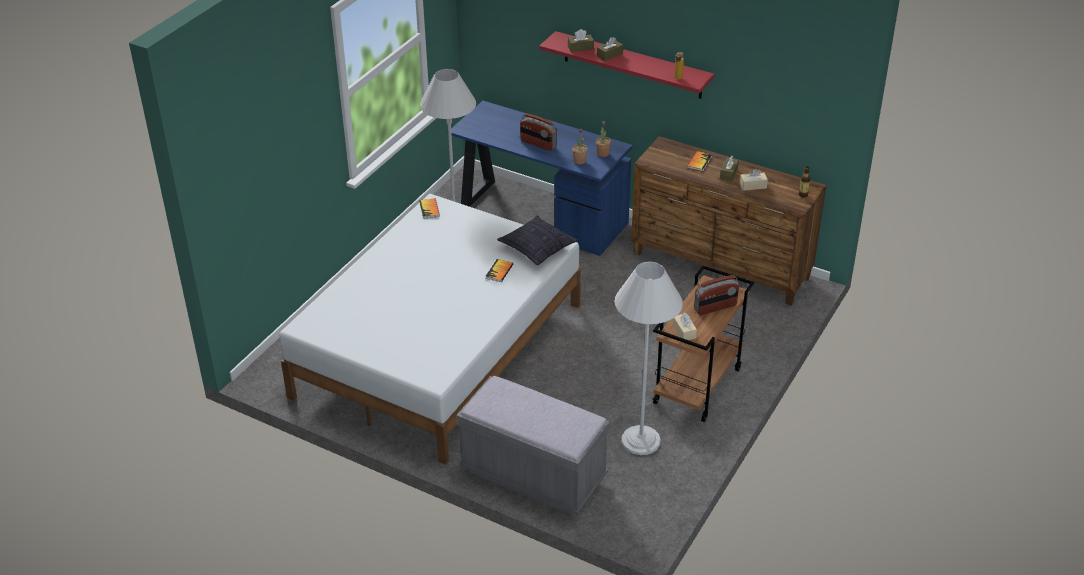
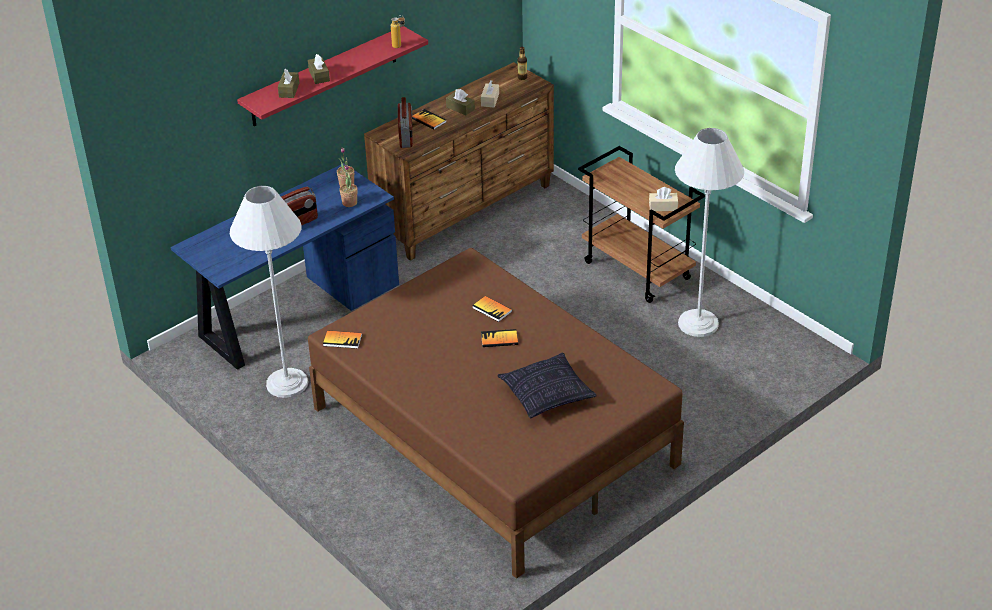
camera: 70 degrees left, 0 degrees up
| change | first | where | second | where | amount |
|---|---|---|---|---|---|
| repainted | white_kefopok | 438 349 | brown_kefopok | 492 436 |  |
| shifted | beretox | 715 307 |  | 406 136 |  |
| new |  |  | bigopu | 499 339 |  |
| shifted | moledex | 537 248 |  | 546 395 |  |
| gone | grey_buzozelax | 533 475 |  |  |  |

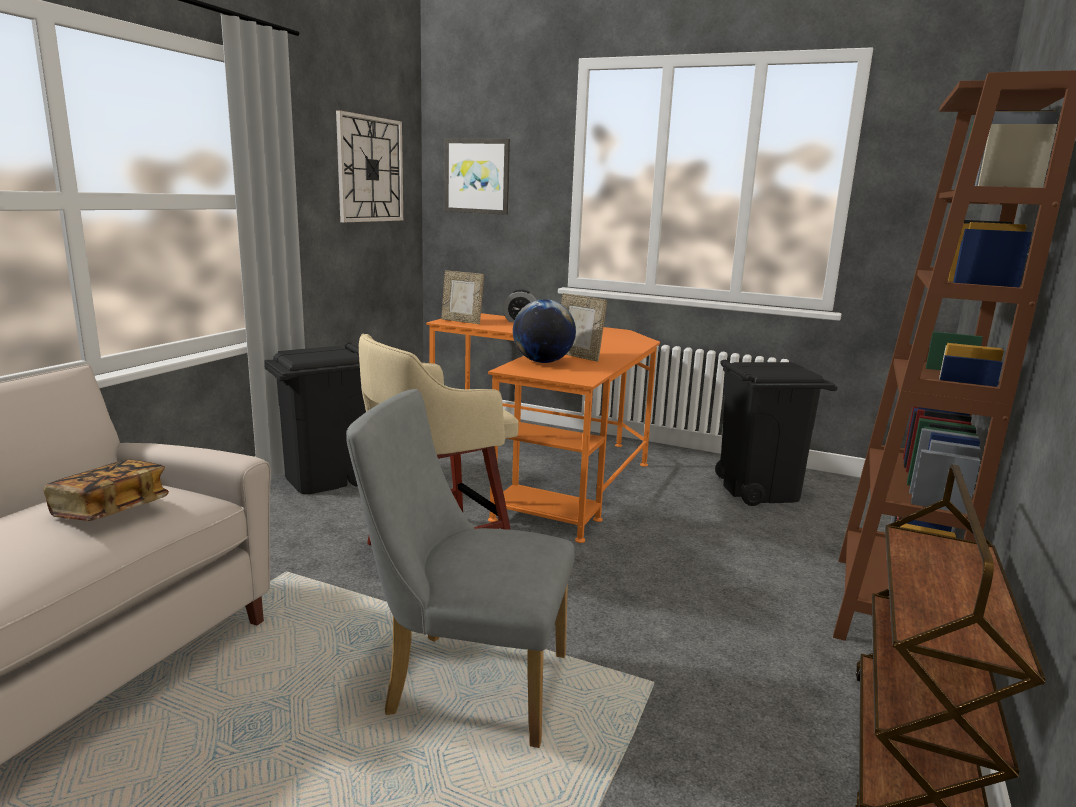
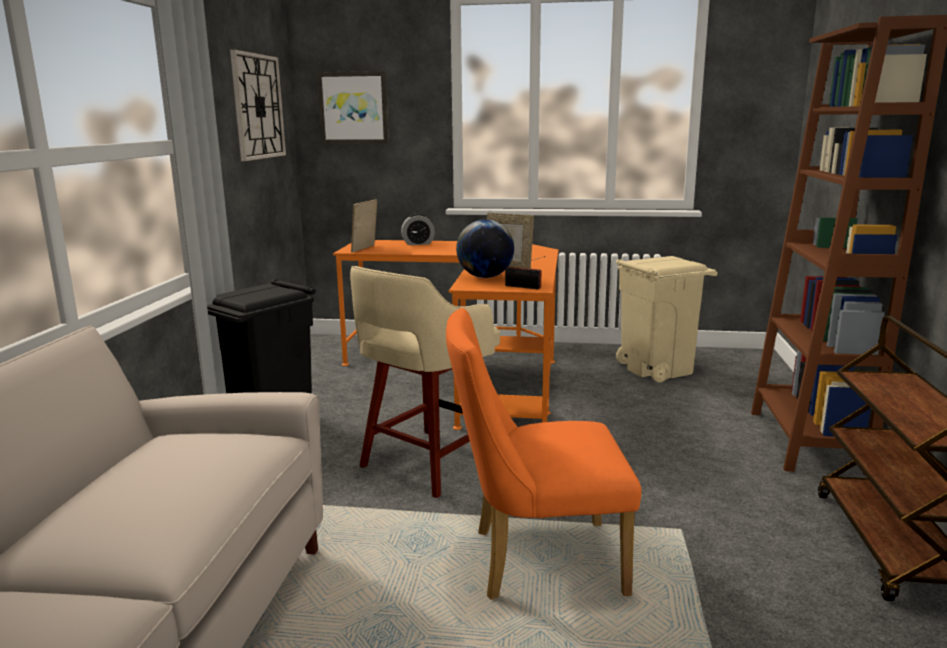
camera: 15 degrees left, 0 degrees up
| change | first | where | second | where | amount |
|---|---|---|---|---|---|
| rotated | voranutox | 462 321 |  | 365 249 | 105 degrees clockwise |
| repainted | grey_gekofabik | 465 682 | orange_gekofabik | 535 561 |  |
| new |  |  | beretox | 524 287 |  |
| repainted | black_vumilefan | 759 490 | beige_vumilefan | 657 369 |  |
| gone | bigopu | 111 510 |  |  |  |

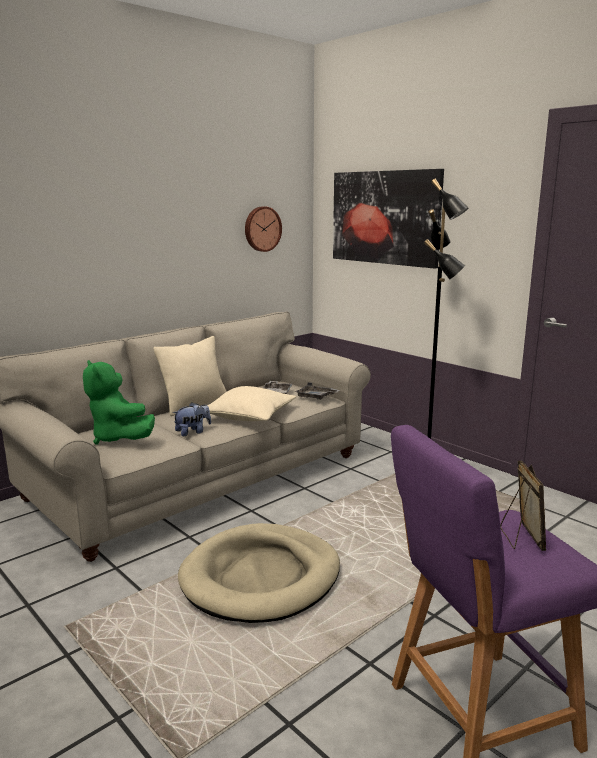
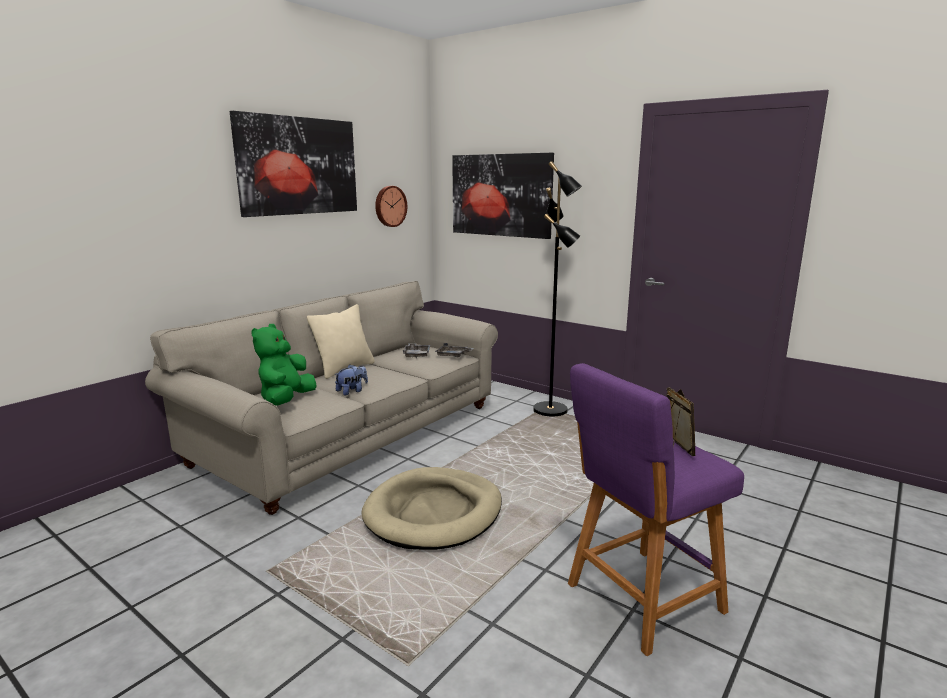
camera: 10 degrees left, 0 degrees up
| change | first | where | second | where | amount |
|---|---|---|---|---|---|
| new |  |  | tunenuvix | 298 166 |  |
| rotated | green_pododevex | 119 438 |  | 286 400 | 60 degrees clockwise |
| gone | beige_moledex | 250 416 |  |  |  |

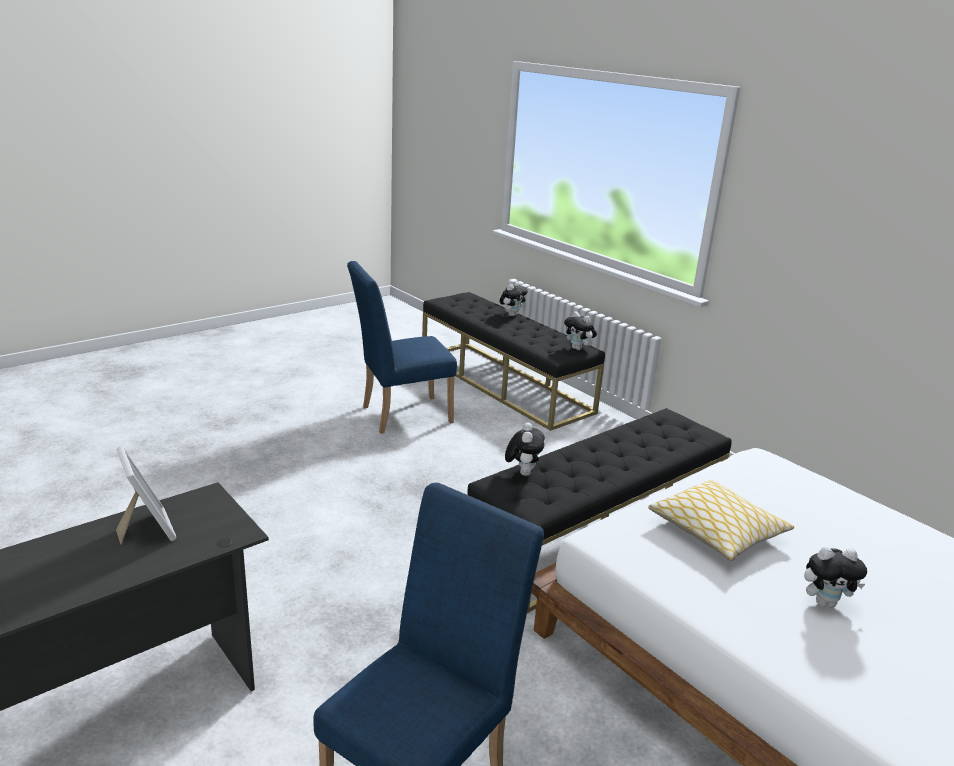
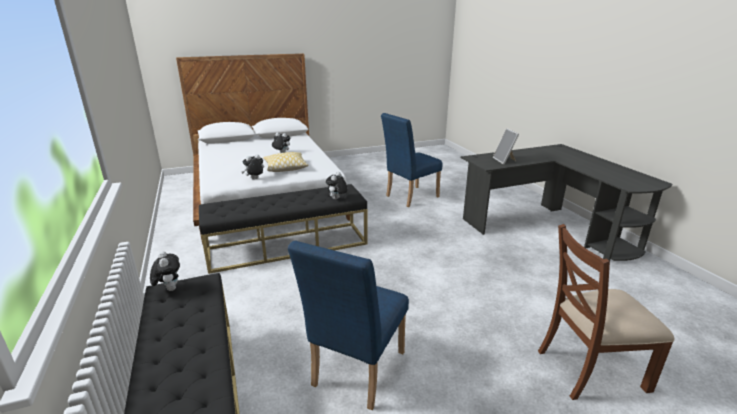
camera: 160 degrees left, 0 degrees up
| change | first | where | second | where | amount |
|---|---|---|---|---|---|
| shifted | pododevex | 512 314 |  | 254 179 |  |
| rotated | blue_gekofabik | 399 415 |  | 355 373 | 120 degrees clockwise |
| new |  |  | brown_gekofabik | 590 369 |  |

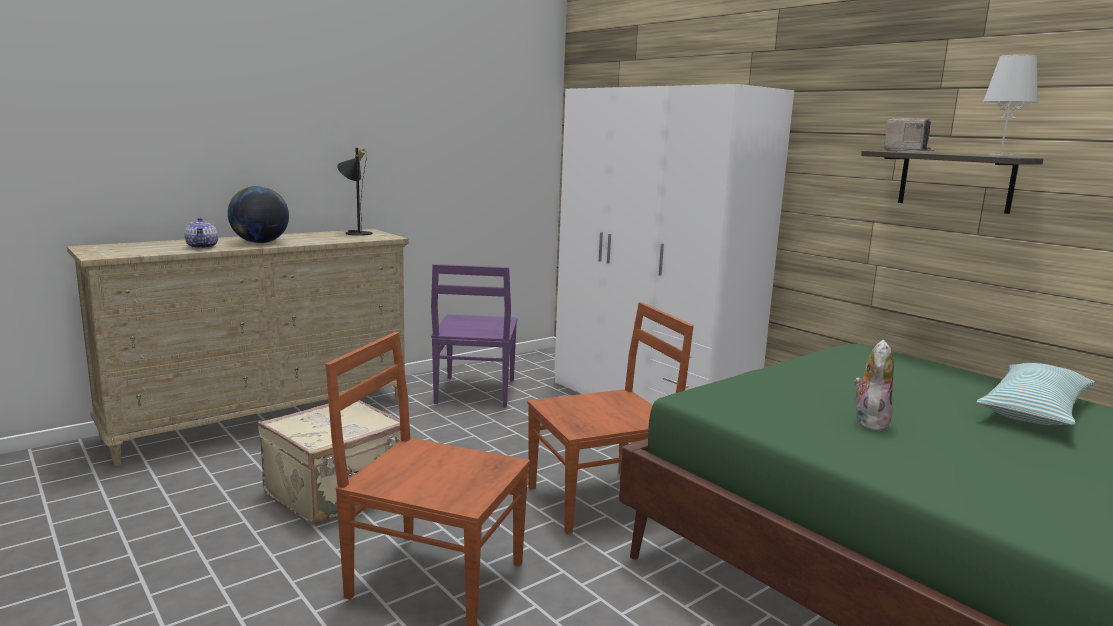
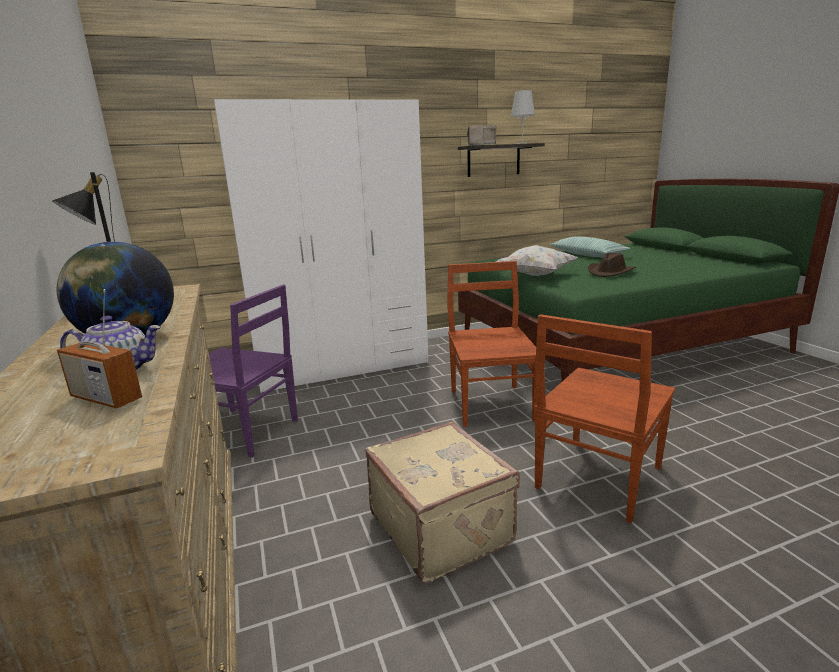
camera: 70 degrees left, 5 degrees up
| change | first | where | second | where | amount |
|---|---|---|---|---|---|
| new |  |  | beretox | 106 398 |  |
| new |  |  | white_moledex | 534 275 |  |
| swapped | pododevex | 869 422 | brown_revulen | 610 272 |  |

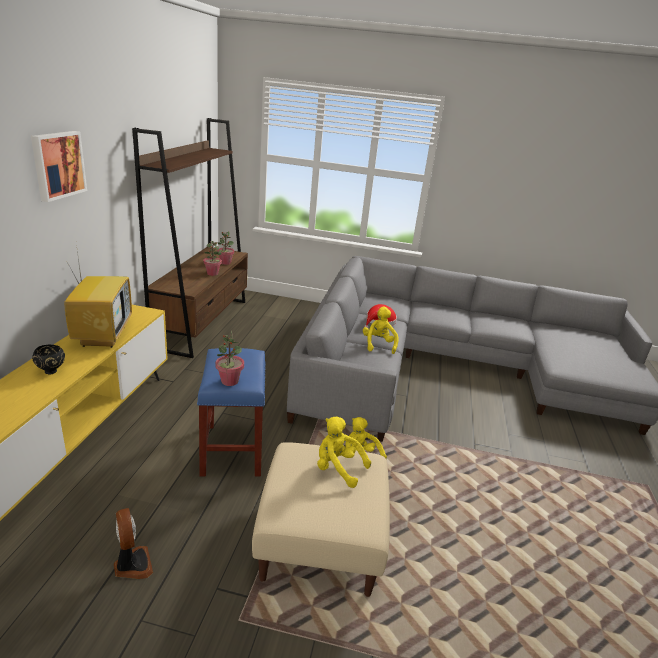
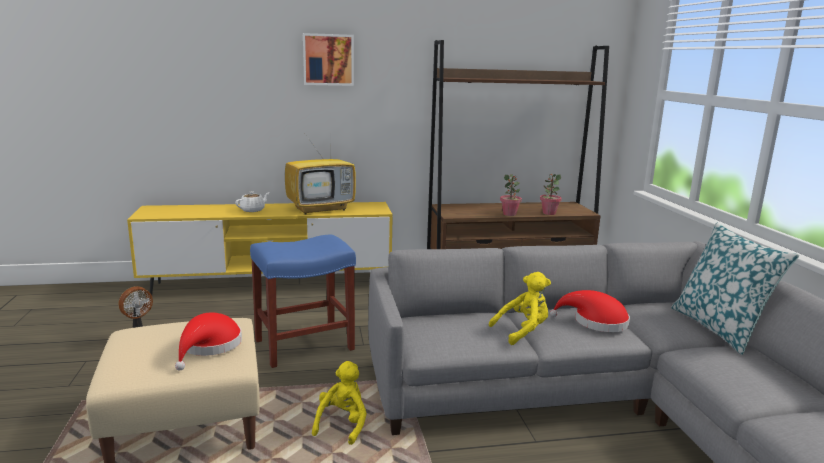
camera: 70 degrees right, 10 degrees down
| change | first | where | second | where | amount |
|---|---|---|---|---|---|
| swapped | yellow_pododevex | 338 468 | red_revulen | 209 346 |  |
| swapped | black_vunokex | 52 371 | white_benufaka | 253 210 |  |
| new |  |  | moledex | 719 329 |  |
| gone | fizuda | 229 381 |  |  |  |

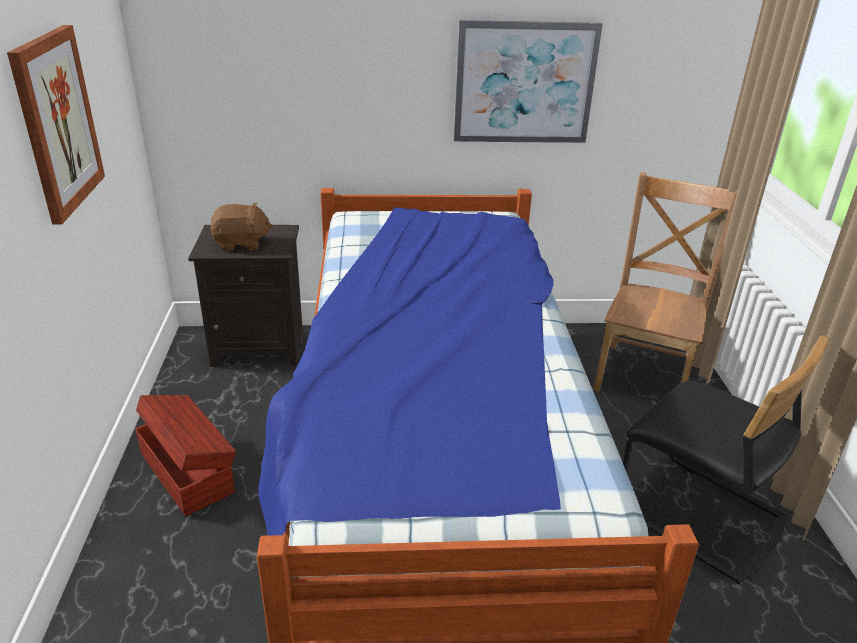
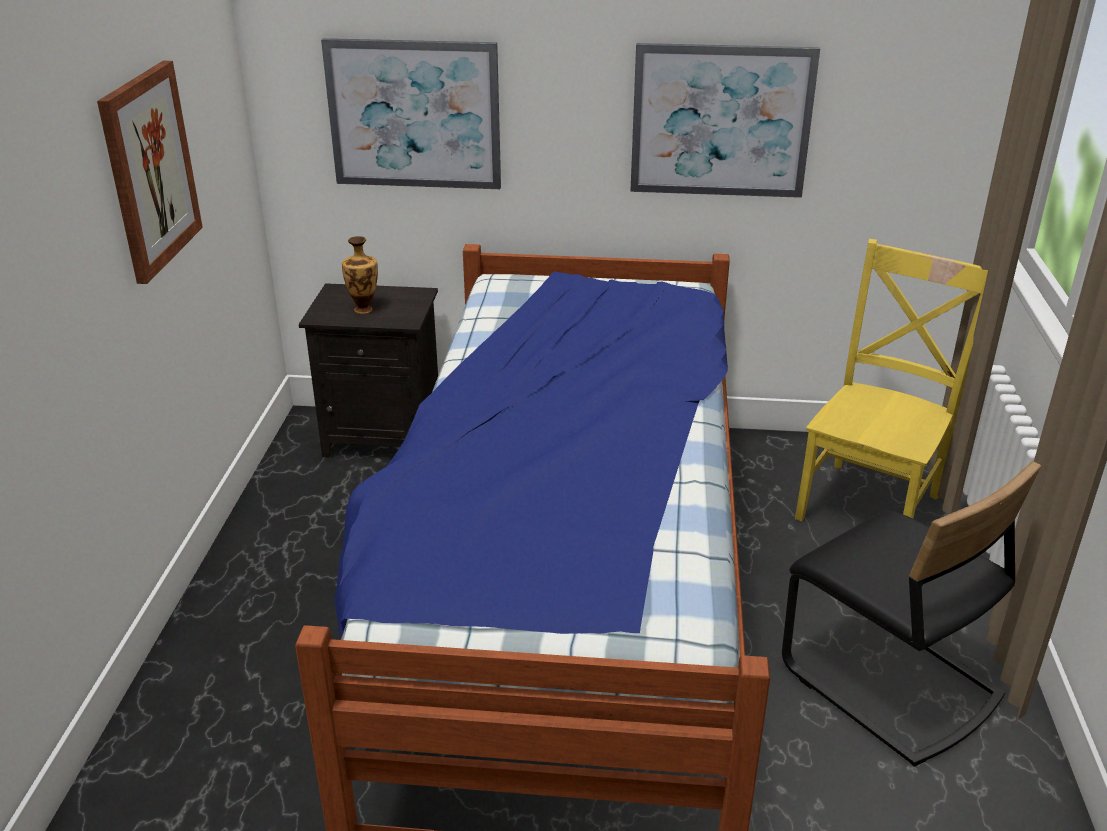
camera: 10 degrees right, 0 degrees up
| change | first | where | second | where | amount |
|---|---|---|---|---|---|
| new |  |  | tunenuvix | 414 114 |  |
| swapped | brown_pododevex | 241 243 | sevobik | 364 309 |  |
| repainted | brown_gekofabik | 645 374 | yellow_gekofabik | 871 503 |  |
| gone | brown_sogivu | 188 471 |  |  |  |

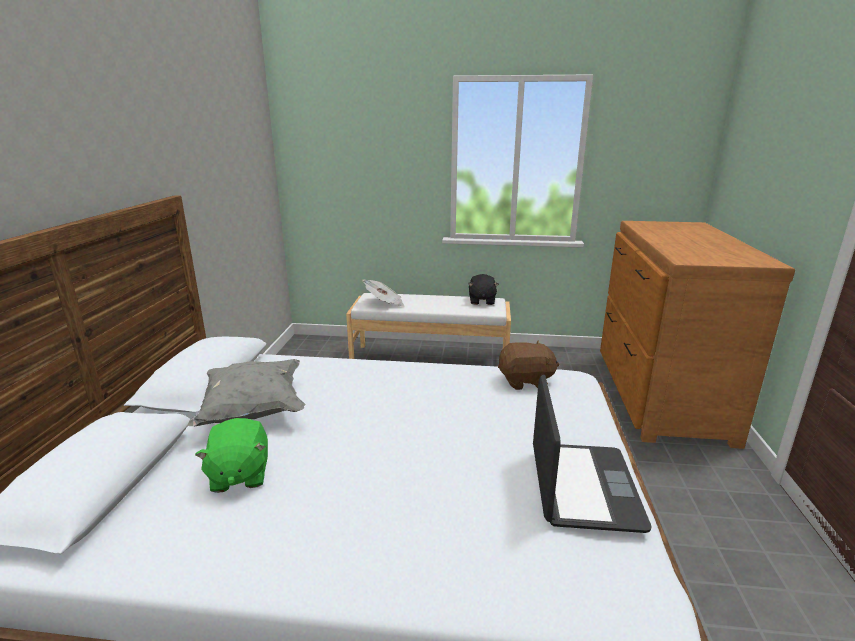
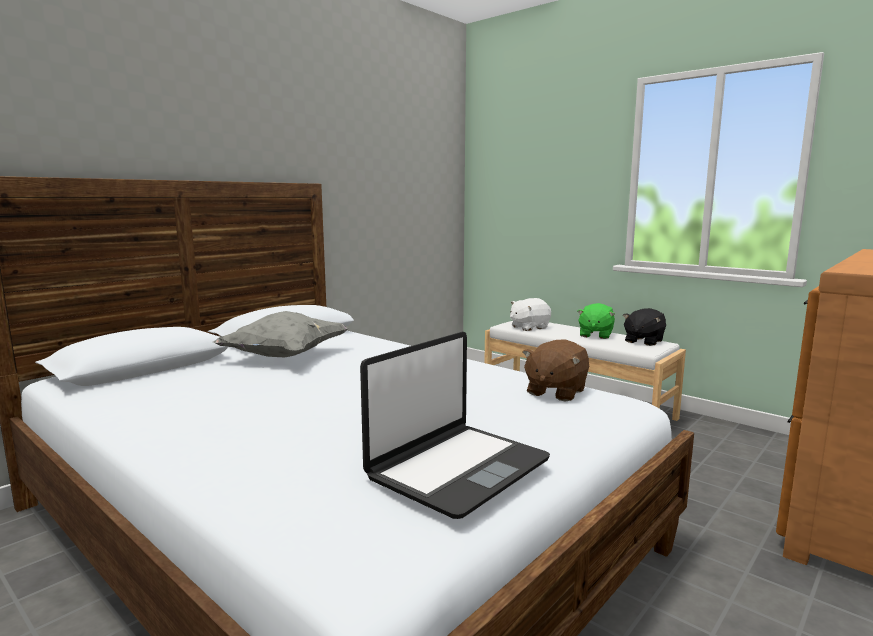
camera: 35 degrees right, 10 degrees down
| change | first | where | second | where | amount |
|---|---|---|---|---|---|
| swapped | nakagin | 385 303 | white_pododevex | 529 327 |  |
| rotated | brown_pododevex | 525 381 |  | 555 392 | 90 degrees clockwise |
| shifted | green_pododevex | 239 475 |  | 595 335 |  |

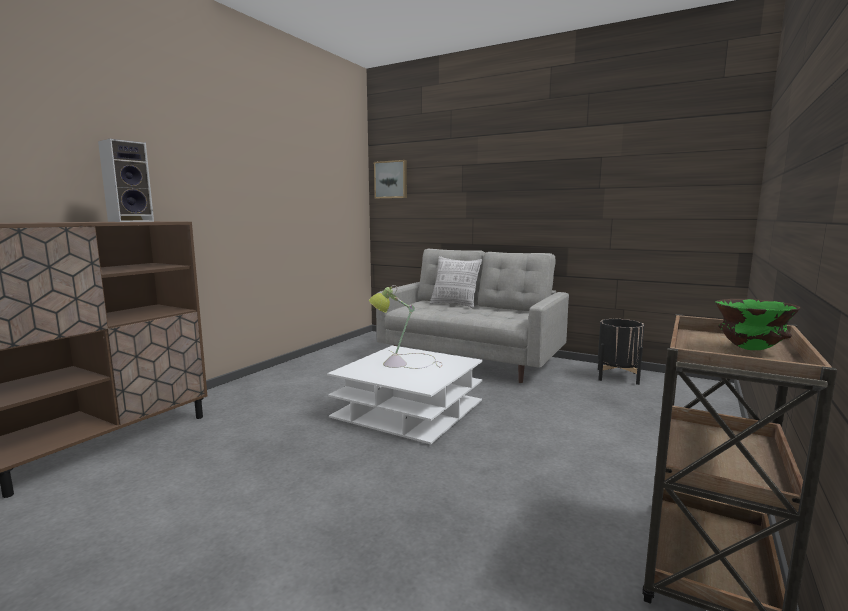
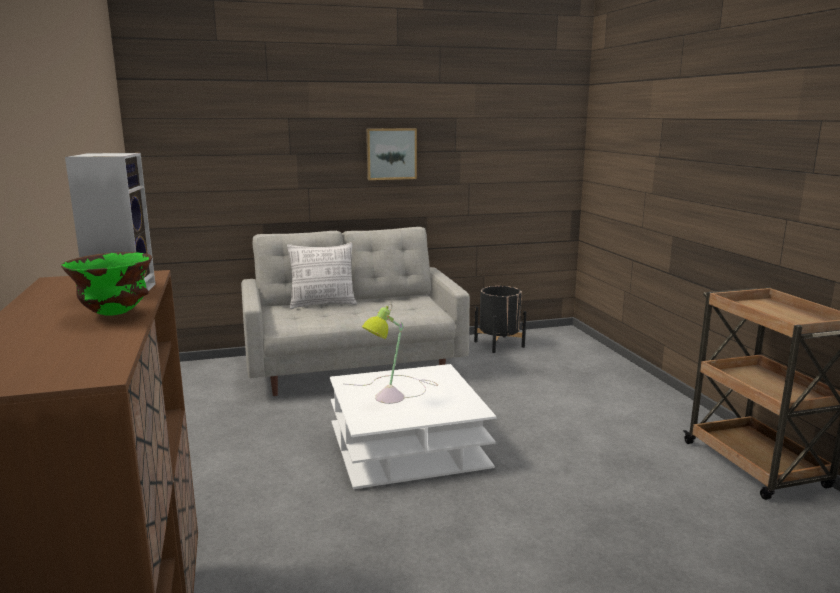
camera: 45 degrees left, 5 degrees up
| change | first | where | second | where | amount |
|---|---|---|---|---|---|
| shifted | green_vunokex | 748 349 |  | 113 314 |  |
| shifted | tunenuvix | 391 179 |  | 391 154 |  |

